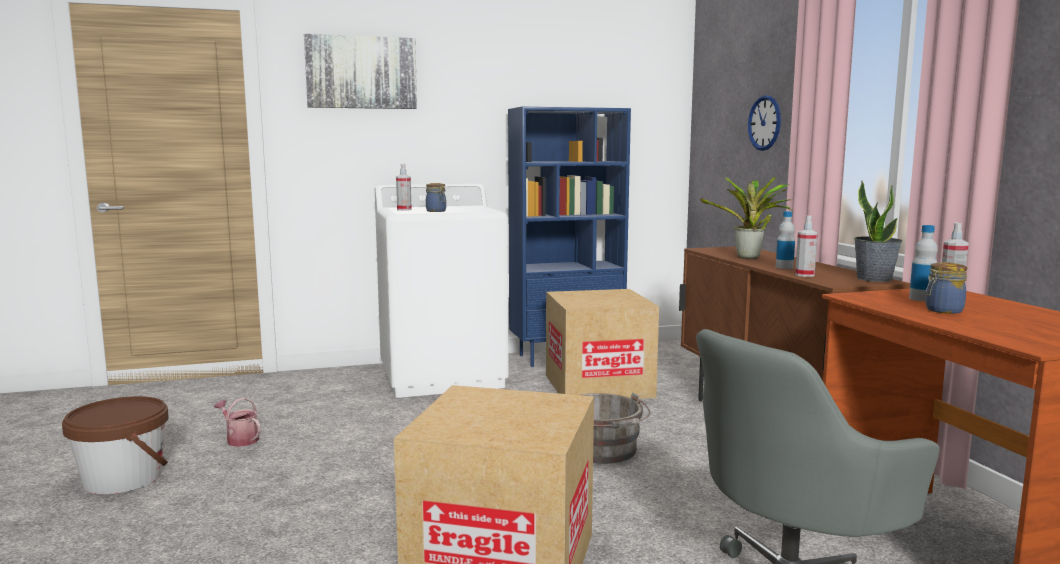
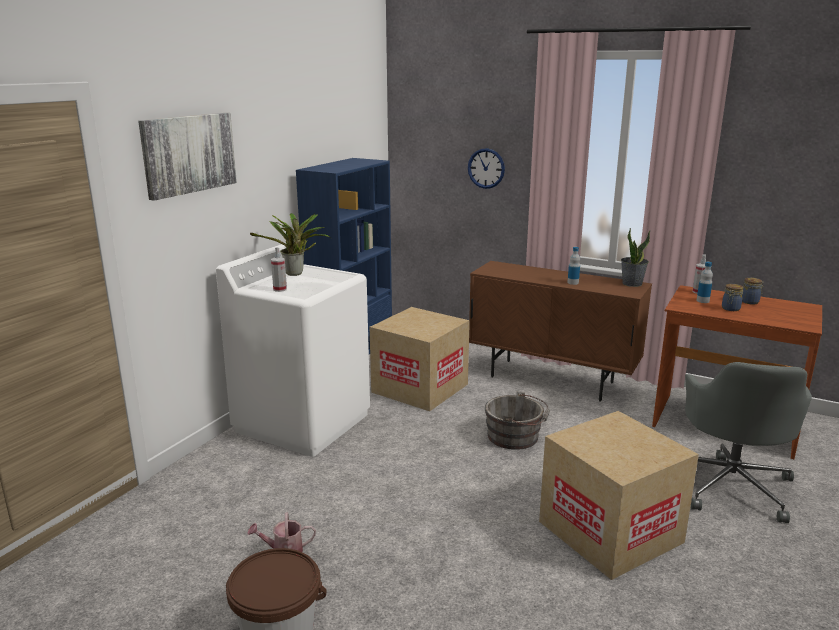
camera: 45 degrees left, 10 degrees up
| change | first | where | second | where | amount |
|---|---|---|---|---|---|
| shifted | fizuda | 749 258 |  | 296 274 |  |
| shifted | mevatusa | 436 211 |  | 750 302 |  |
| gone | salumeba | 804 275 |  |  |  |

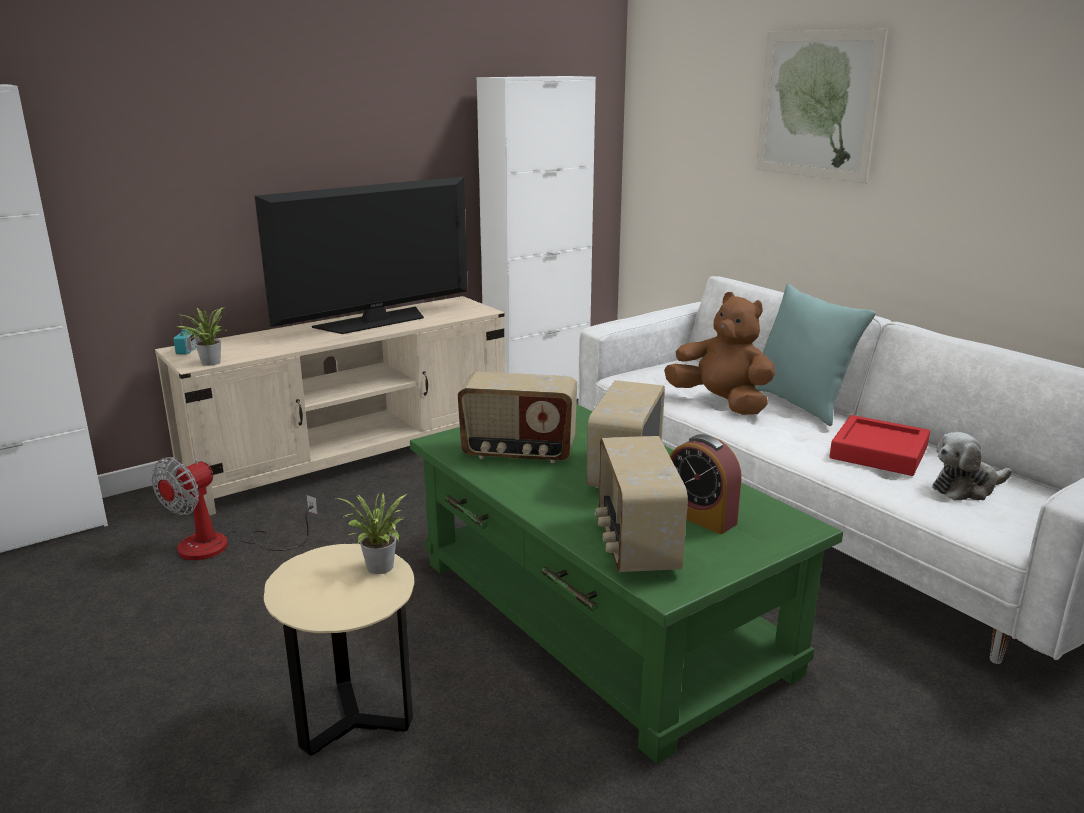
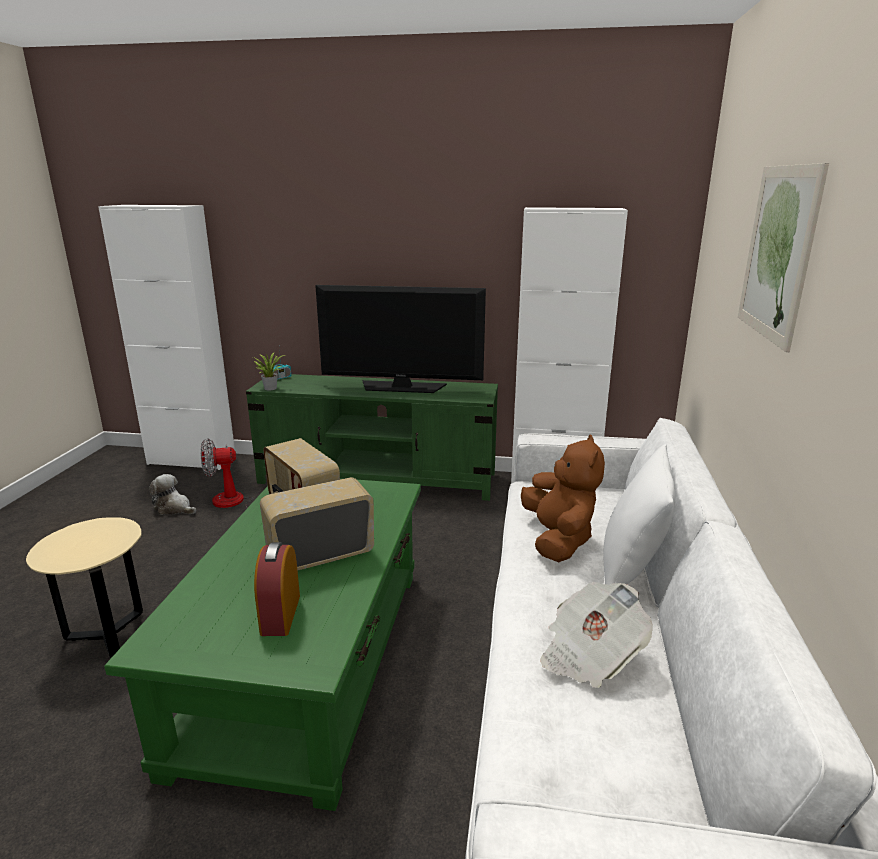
camera: 45 degrees right, 0 degrees up
| change | first | where | second | where | amount |
|---|---|---|---|---|---|
| shifted | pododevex | 966 488 |  | 174 508 |  |
| repainted | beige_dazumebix | 353 456 | green_dazumebix | 378 478 |  |
| swapped | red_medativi | 878 453 | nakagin | 590 655 |  |
| repainted | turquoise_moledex | 802 404 | white_moledex | 631 573 |  |
| gone | fizuda | 379 569 |  |  |  |
| gone | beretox | 635 544 |  |  |  |

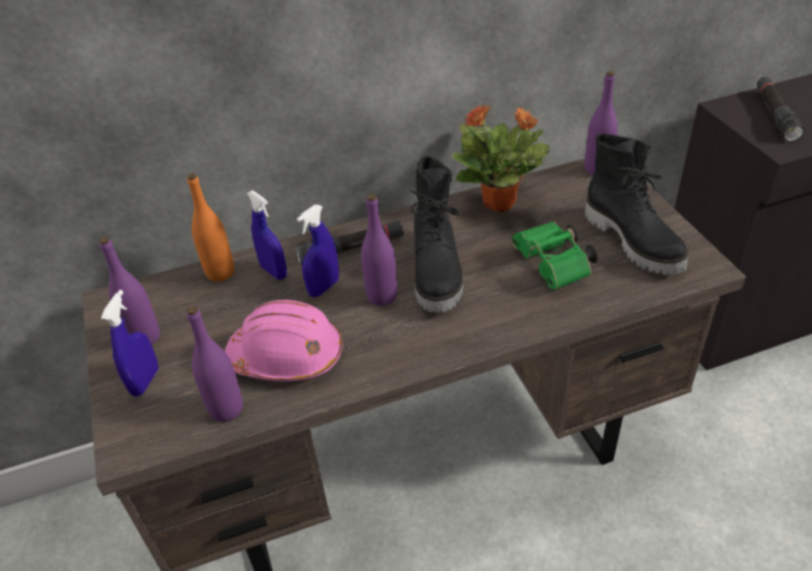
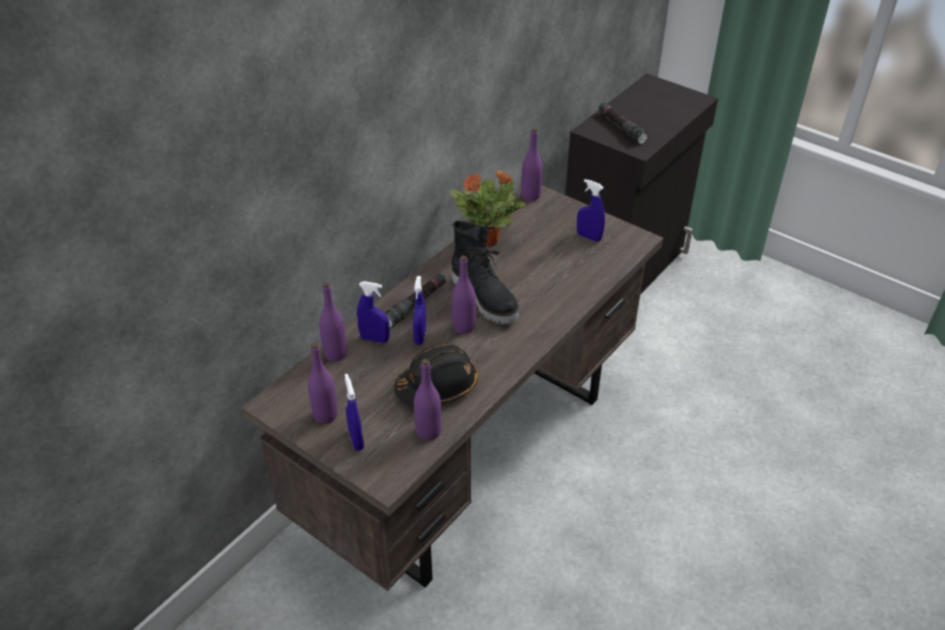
camera: 35 degrees left, 0 degrees up
| change | first | where | second | where | amount |
|---|---|---|---|---|---|
| repainted | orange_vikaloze | 220 272 | purple_vikaloze | 335 354 |  |
| repainted | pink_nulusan | 288 356 | black_nulusan | 437 386 |  |
| swapped | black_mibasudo | 634 241 | blue_salumeba | 589 237 |  |
| gone | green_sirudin | 554 267 |  |  |  |

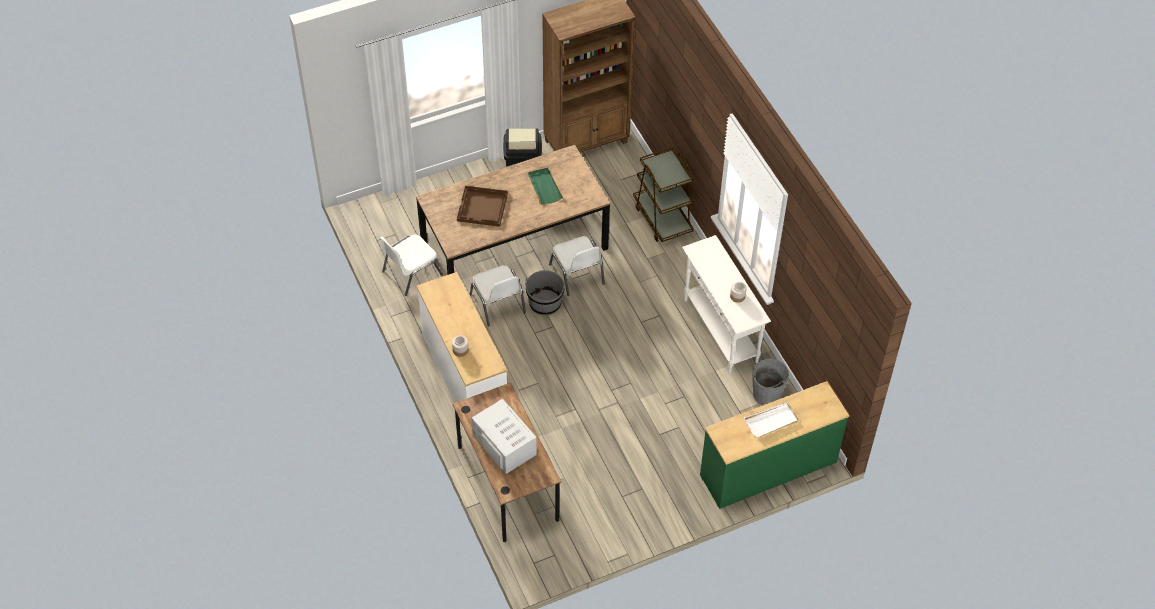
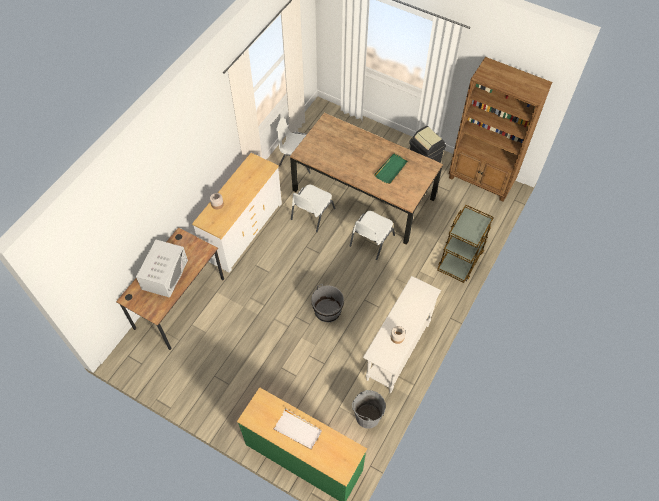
camera: 55 degrees right, 5 degrees up
| change | first | where | second | where | amount |
|---|---|---|---|---|---|
| shifted | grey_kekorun | 545 303 |  | 327 310 |  |
| gone | brown_medativi | 482 207 |  |  |  |

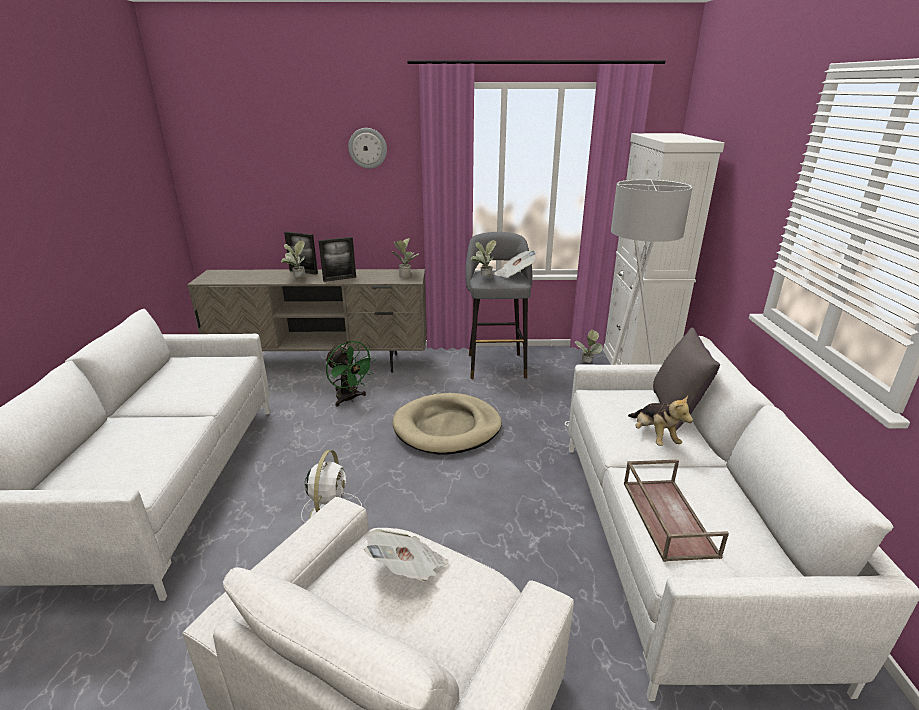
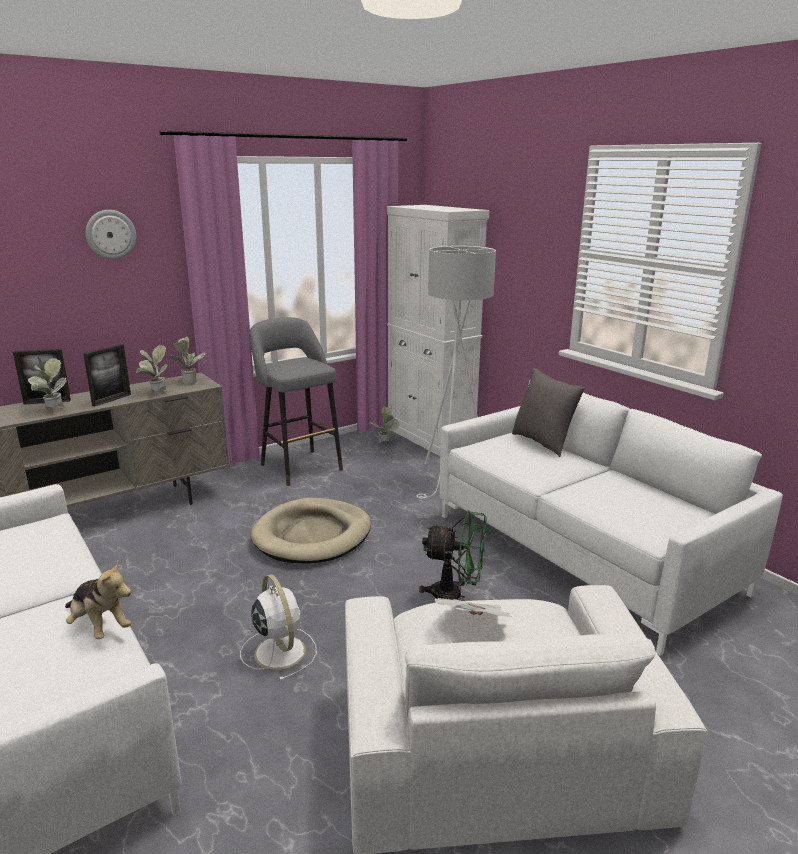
camera: 35 degrees left, 5 degrees down
| change | first | where | second | where | amount |
|---|---|---|---|---|---|
| shifted | pododevex | 654 437 |  | 99 626 |  |
| shifted | fizuda | 483 278 |  | 156 393 |  |
| shifted | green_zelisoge | 349 399 |  | 455 596 |  |
| gone | nakagin | 514 274 |  |  |  |
| gone | brown_medativi | 666 517 |  |  |  |

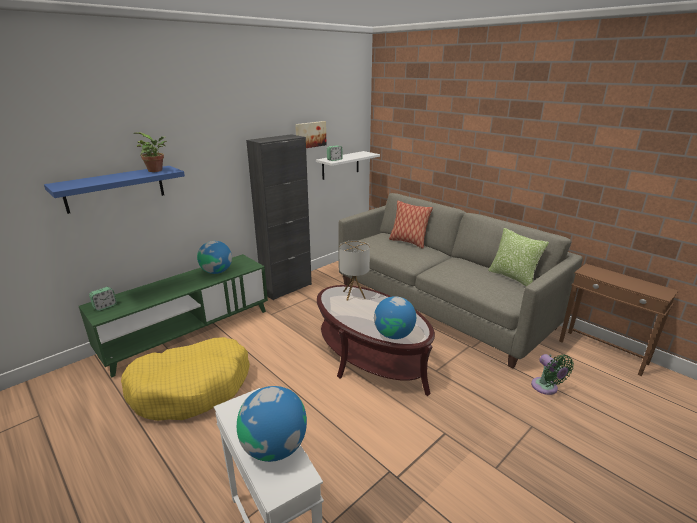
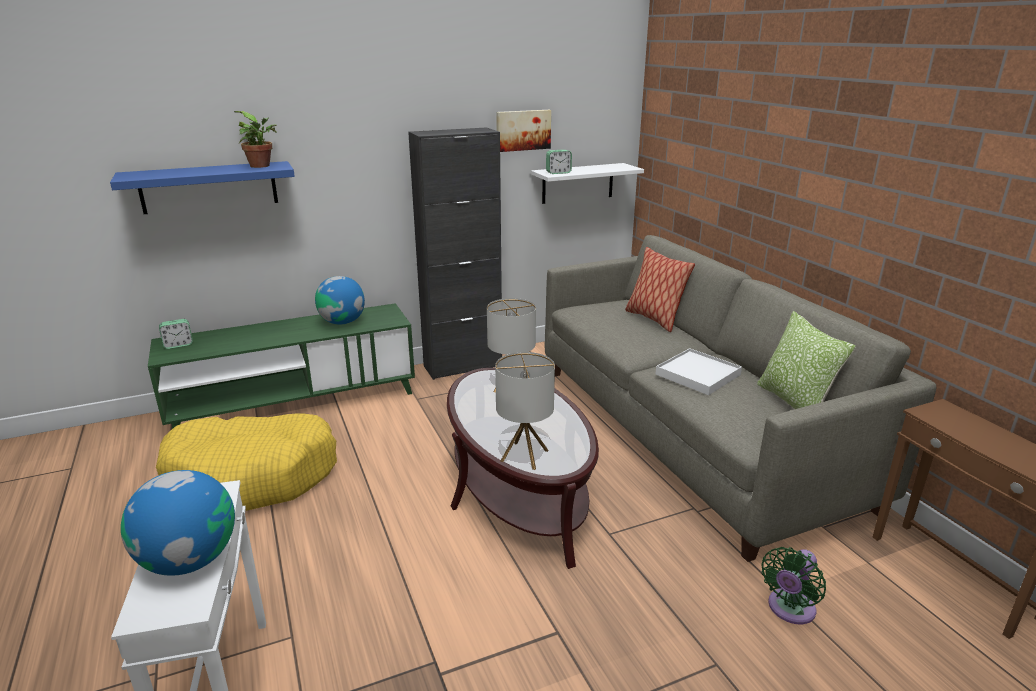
camera: 20 degrees right, 0 degrees up
| change | first | where | second | where | amount |
|---|---|---|---|---|---|
| swapped | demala | 394 335 | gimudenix | 524 456 |  |
| new |  |  | white_medativi | 698 374 |  |
| rotated | green_zelisoge | 546 388 |  | 789 609 | 45 degrees clockwise |

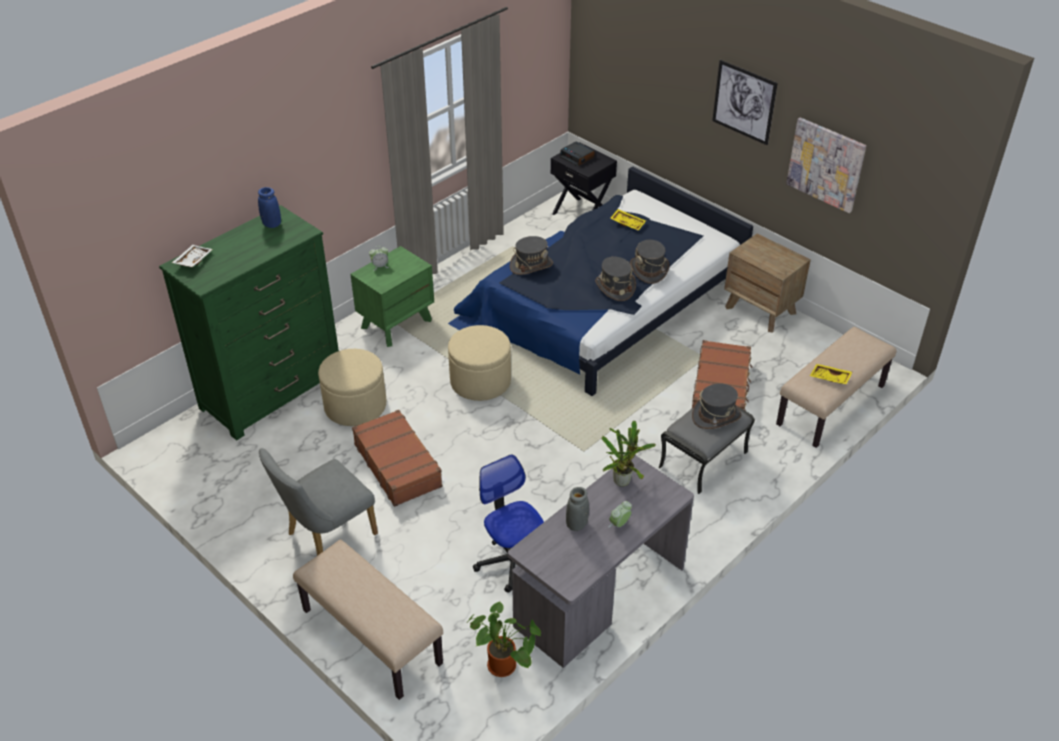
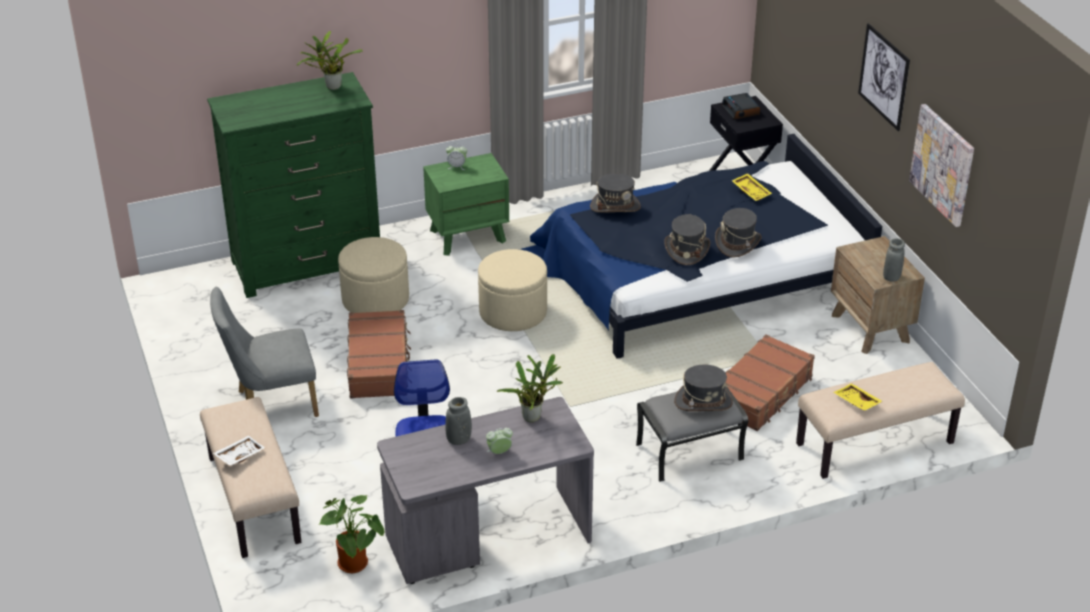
camera: 25 degrees right, 5 degrees down
| change | first | where | second | where | amount |
|---|---|---|---|---|---|
| shifted | white_medativi | 192 260 |  | 239 455 |  |
| swapped | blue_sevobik | 272 224 | fizuda | 331 87 |  |
| new |  |  | grey_sevobik | 891 277 |  |

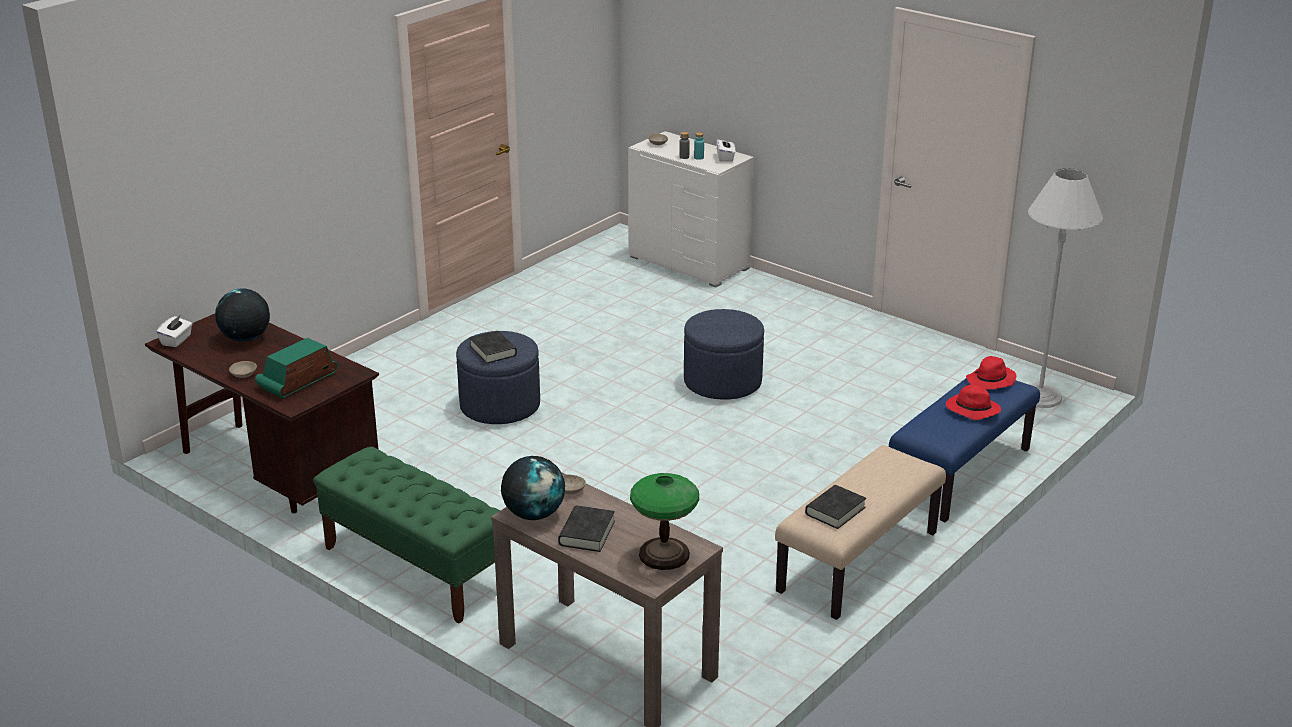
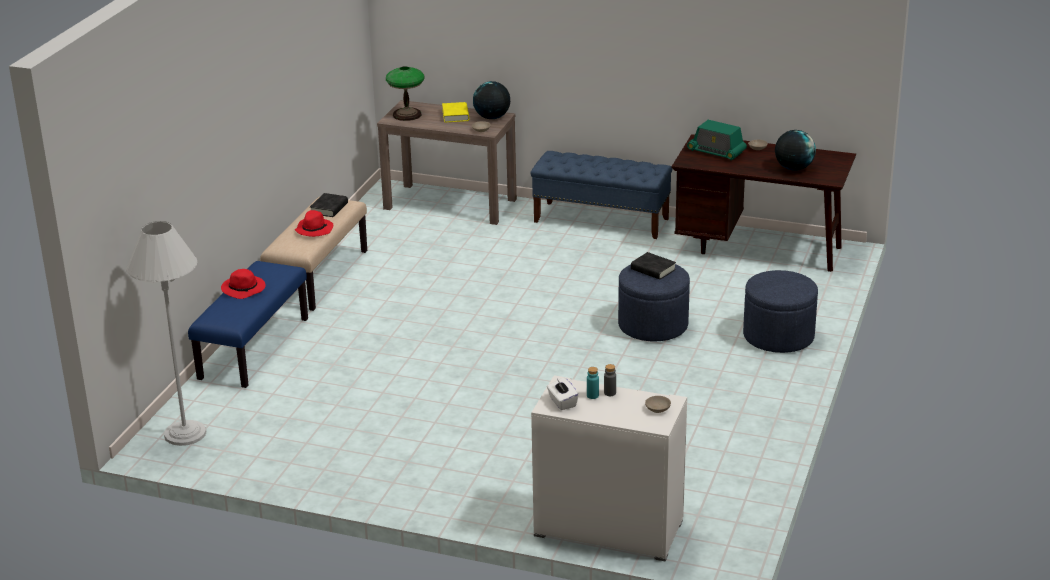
camera: 160 degrees right, 0 degrees up
| change | first | where | second | where | amount |
|---|---|---|---|---|---|
| shifted | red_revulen | 990 381 |  | 314 229 |  |
| repainted | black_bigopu | 586 533 | yellow_bigopu | 455 115 |  |
| repainted | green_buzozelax | 415 568 | blue_buzozelax | 601 220 |  |
| rotated | beretox | 298 381 |  | 716 151 | 105 degrees clockwise |
| shifted | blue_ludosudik | 722 382 |  | 778 336 |  |
| gone | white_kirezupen | 176 340 |  |  |  |

